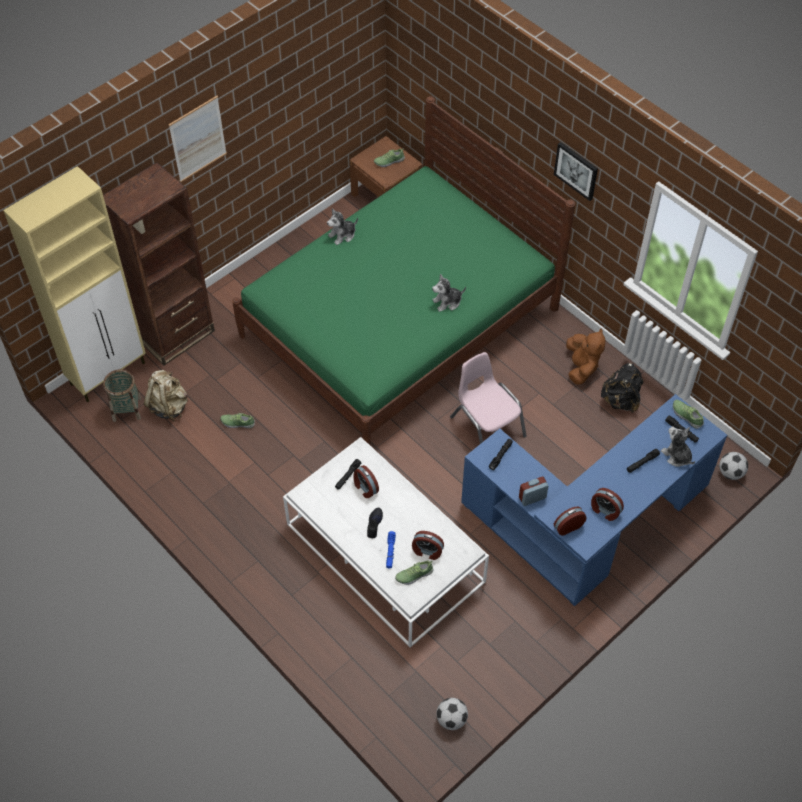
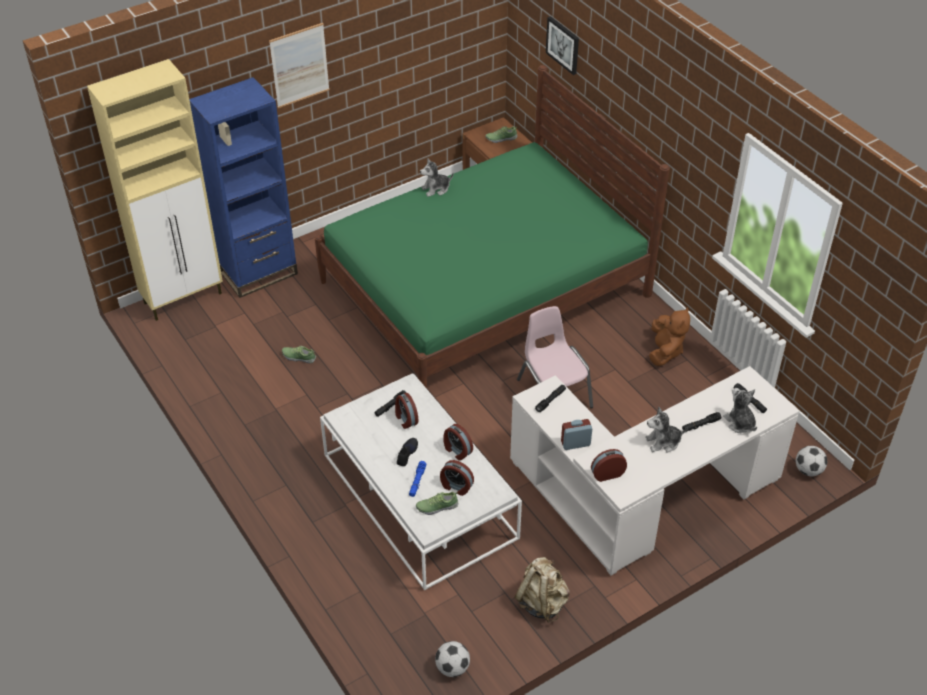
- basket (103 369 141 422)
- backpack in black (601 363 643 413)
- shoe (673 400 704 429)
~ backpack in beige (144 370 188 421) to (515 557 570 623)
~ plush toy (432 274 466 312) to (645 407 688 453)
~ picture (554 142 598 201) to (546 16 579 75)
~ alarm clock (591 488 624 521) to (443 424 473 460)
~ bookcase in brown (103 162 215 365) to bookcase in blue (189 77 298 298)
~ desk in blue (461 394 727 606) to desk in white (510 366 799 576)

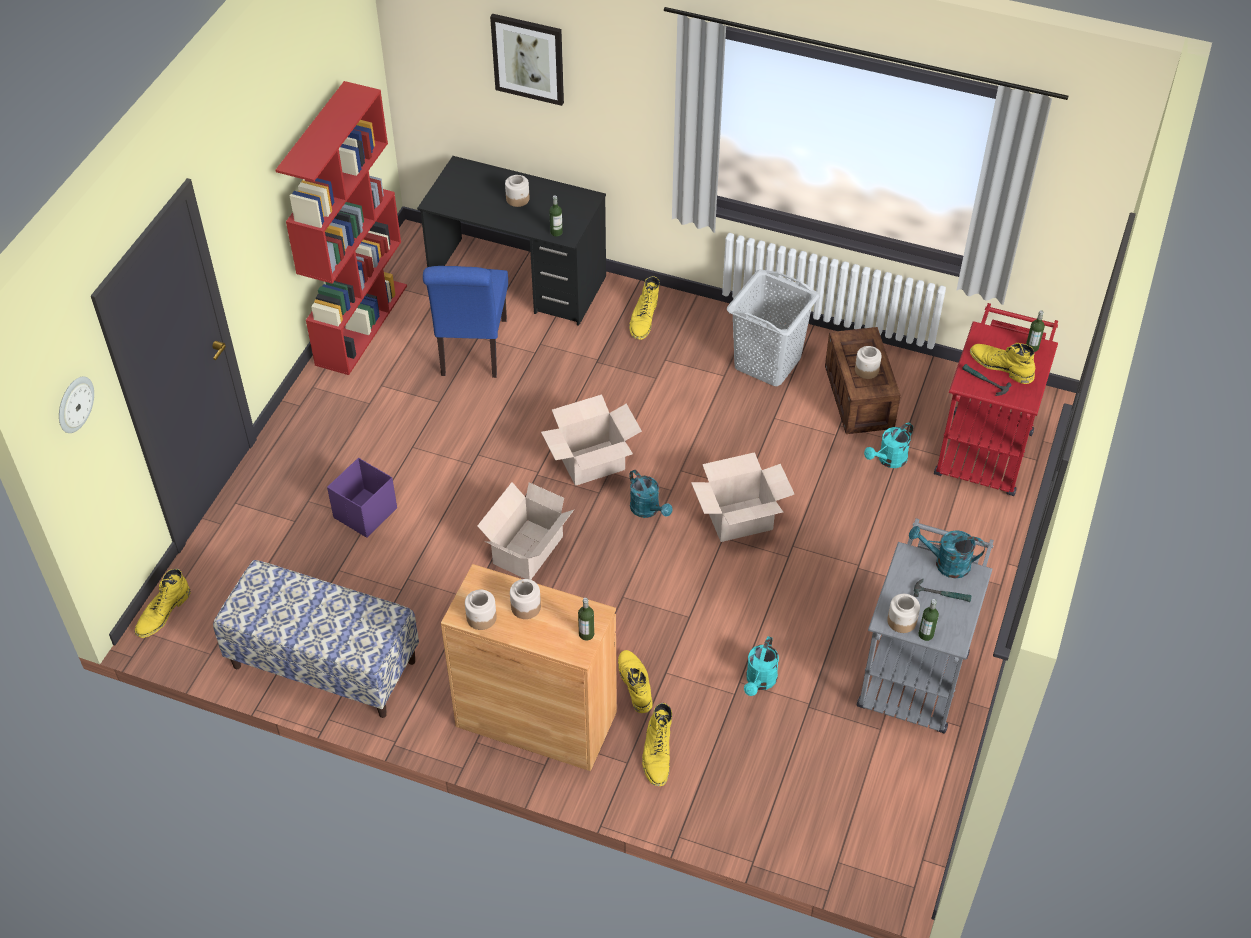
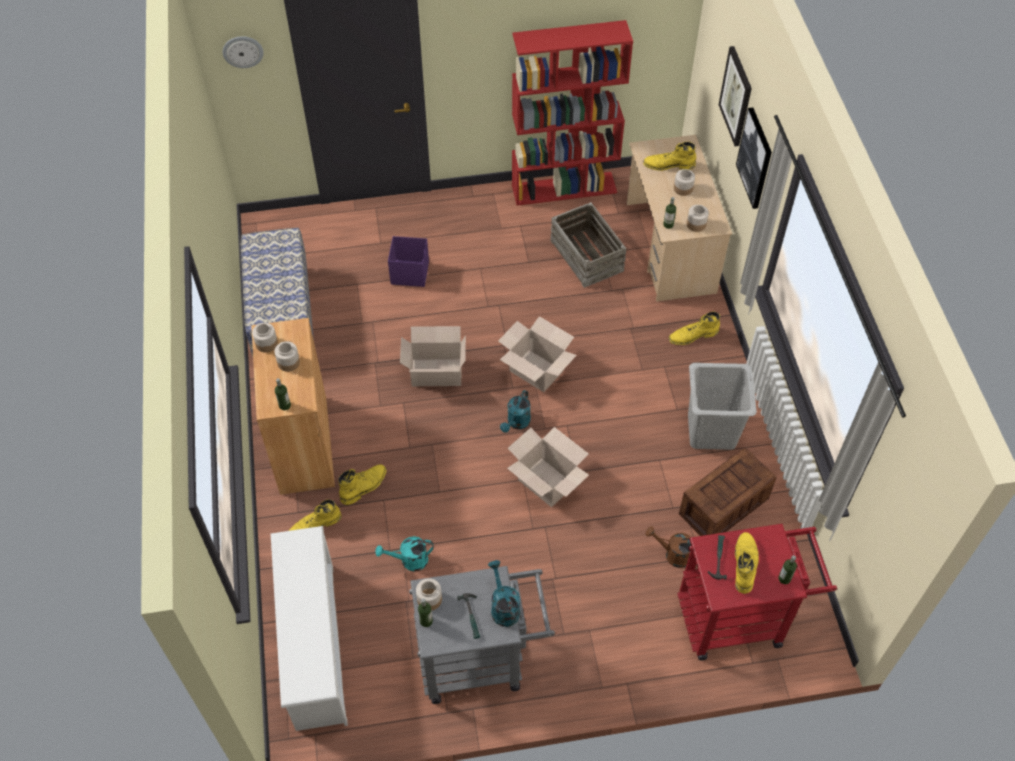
+ shoe rack in white (271 526 348 731)
+ picture (736 107 772 209)
~ boot in yellow (134 569 191 638) to (643 142 696 171)
~ jar (855 346 882 379) to (687 205 709 232)
~ chair in blue (423 266 508 378) to crate (550 202 626 288)
~ desk in black (417 156 606 326) to desk in beige (627 135 732 302)
~ watering can in turquoise (864 423 913 468) to watering can in brown (646 526 691 568)

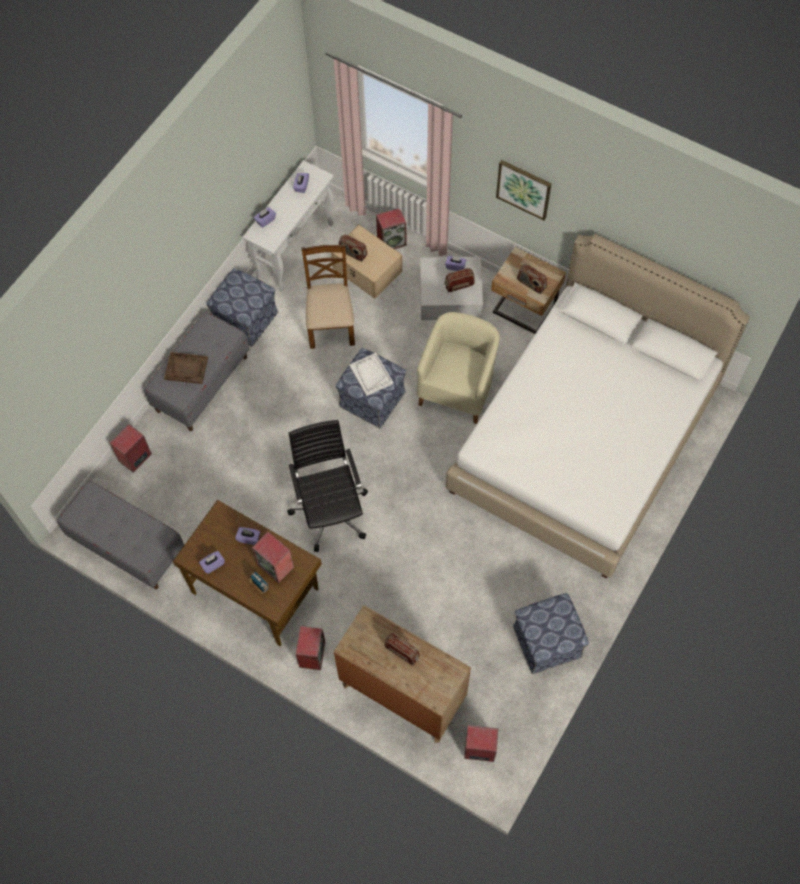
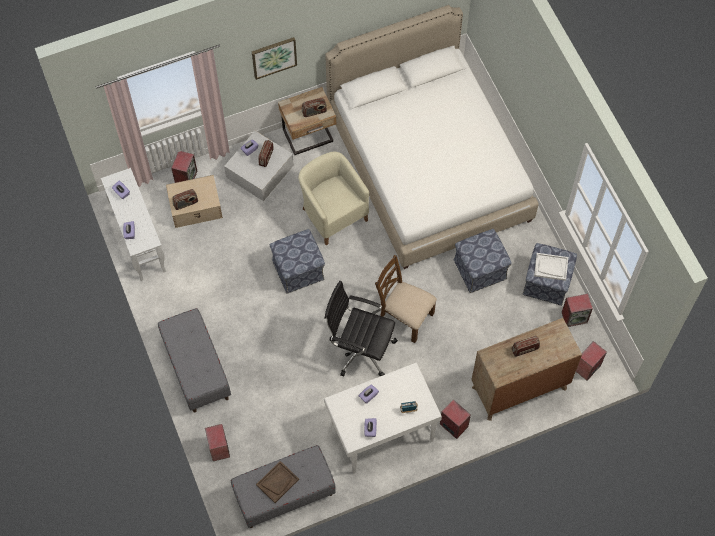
~ tray in brown (164 352 208 384) to (256 461 299 503)
~ ottoman (206 268 278 347) to (454 229 512 293)
~ speaker (252 532 294 583) to (562 294 593 327)
~ chair in brown (302 244 355 349) to (375 255 437 343)
~ tray in white (349 353 393 396) to (534 253 568 281)
~ desk in brown (173 500 322 646) to desk in white (324 363 442 473)

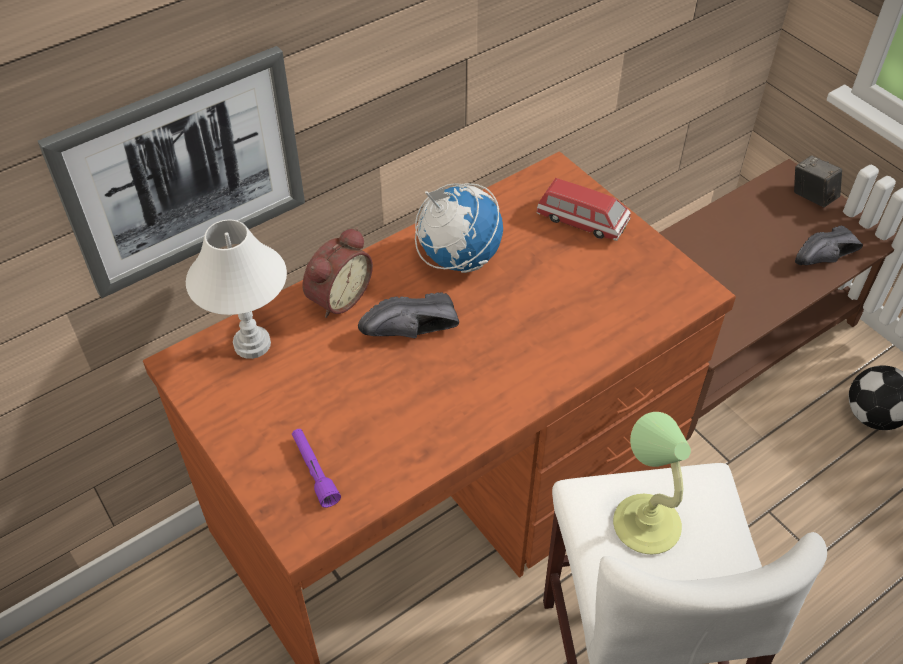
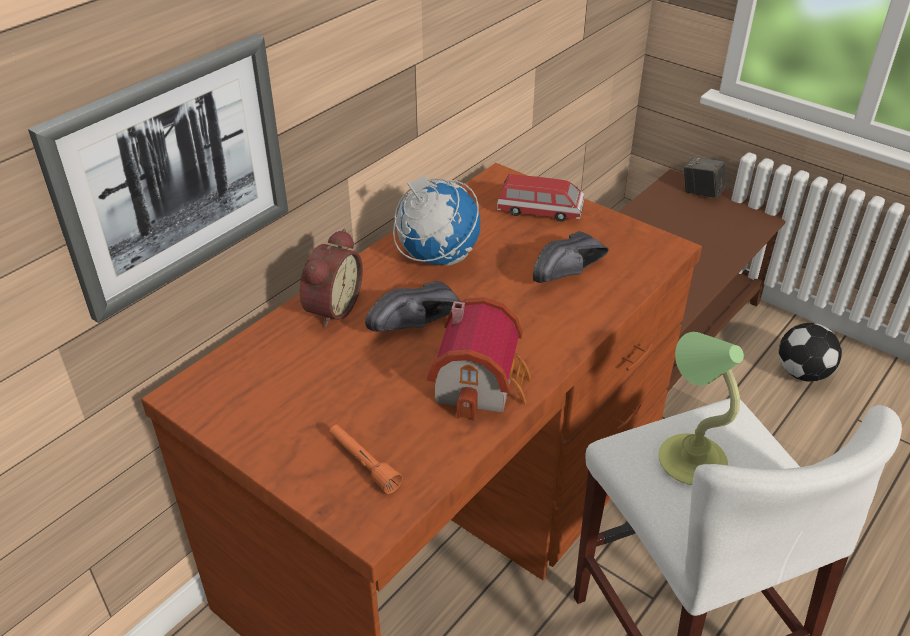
- table lamp in white (186 220 287 359)
+ toy house (427 297 532 421)
~ shoe in black (795 225 863 265) to (533 231 608 283)
~ flashlight in purple (292 429 341 508) to flashlight in orange (329 425 403 494)

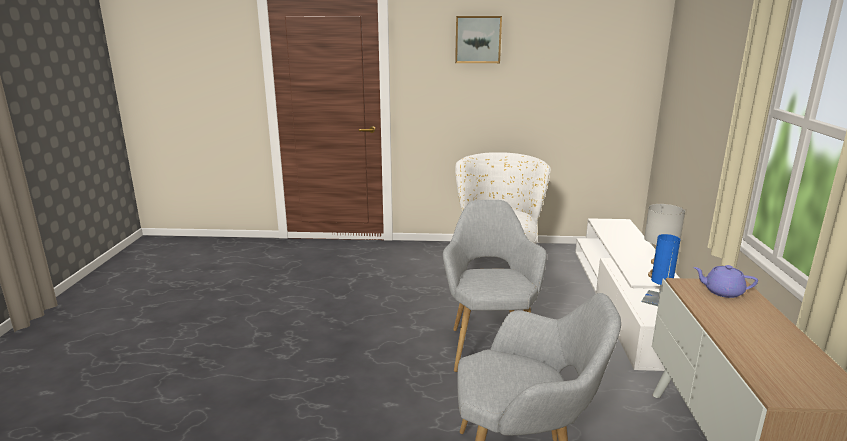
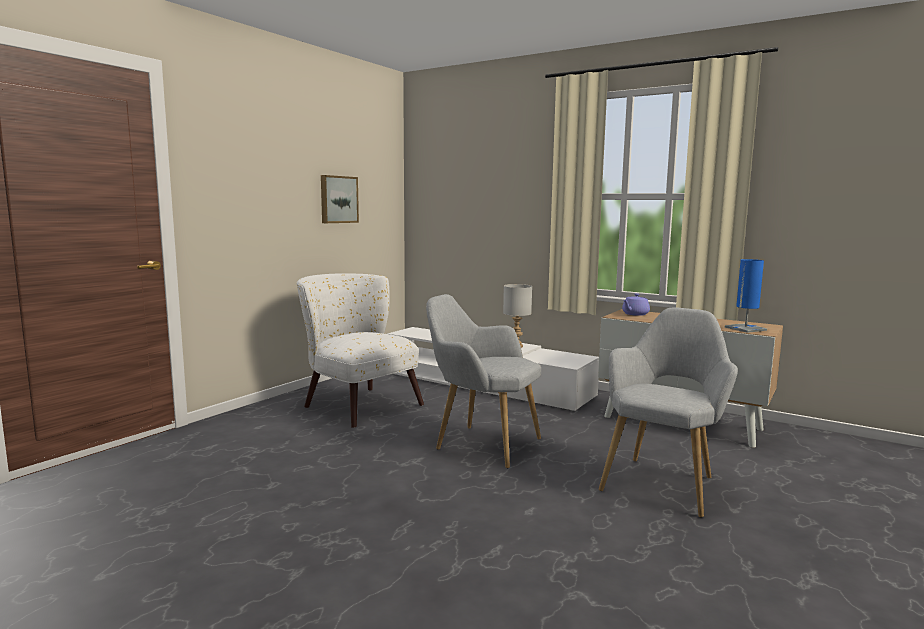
~ picture (455 16 502 63) to (321 175 359 223)
~ table lamp in blue (642 234 680 306) to (725 259 767 333)

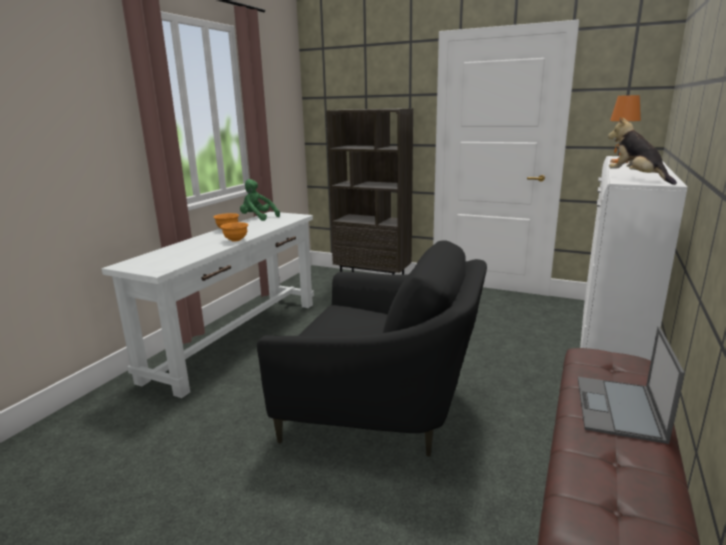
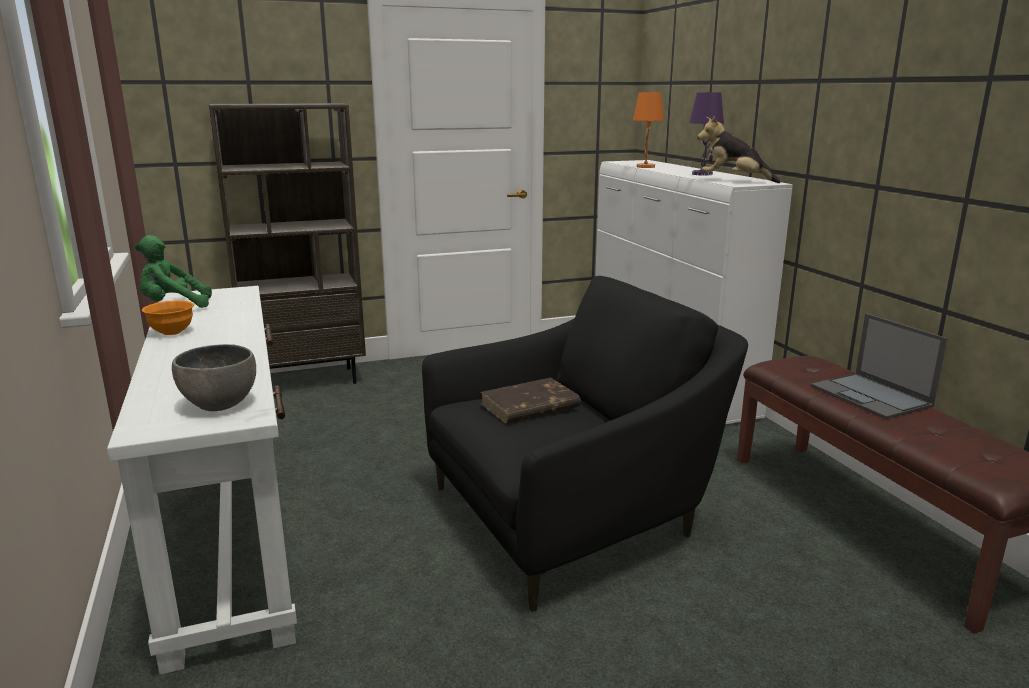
- bowl in orange (220 222 248 241)
+ bowl in grey (172 344 256 411)
+ book in brown (481 378 581 423)
+ table lamp in purple (690 92 724 176)

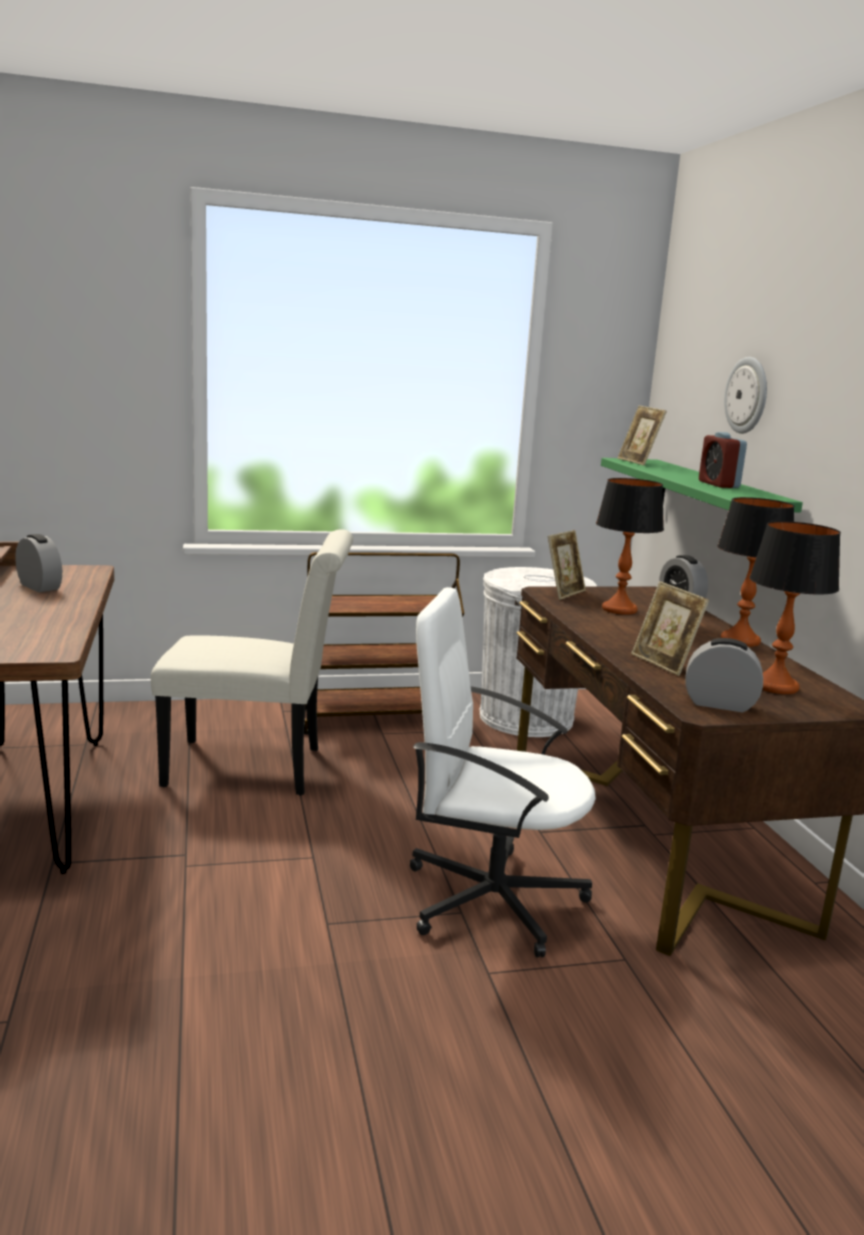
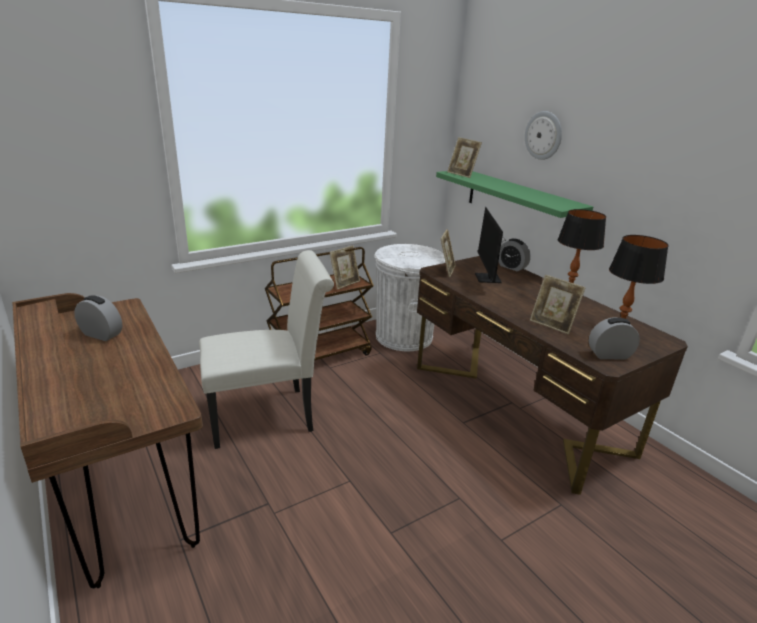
- office chair in white (410 587 596 958)
- alarm clock (699 432 747 488)
+ picture frame (330 246 360 290)
~ table lamp (596 478 664 615) to monitor (475 207 506 283)

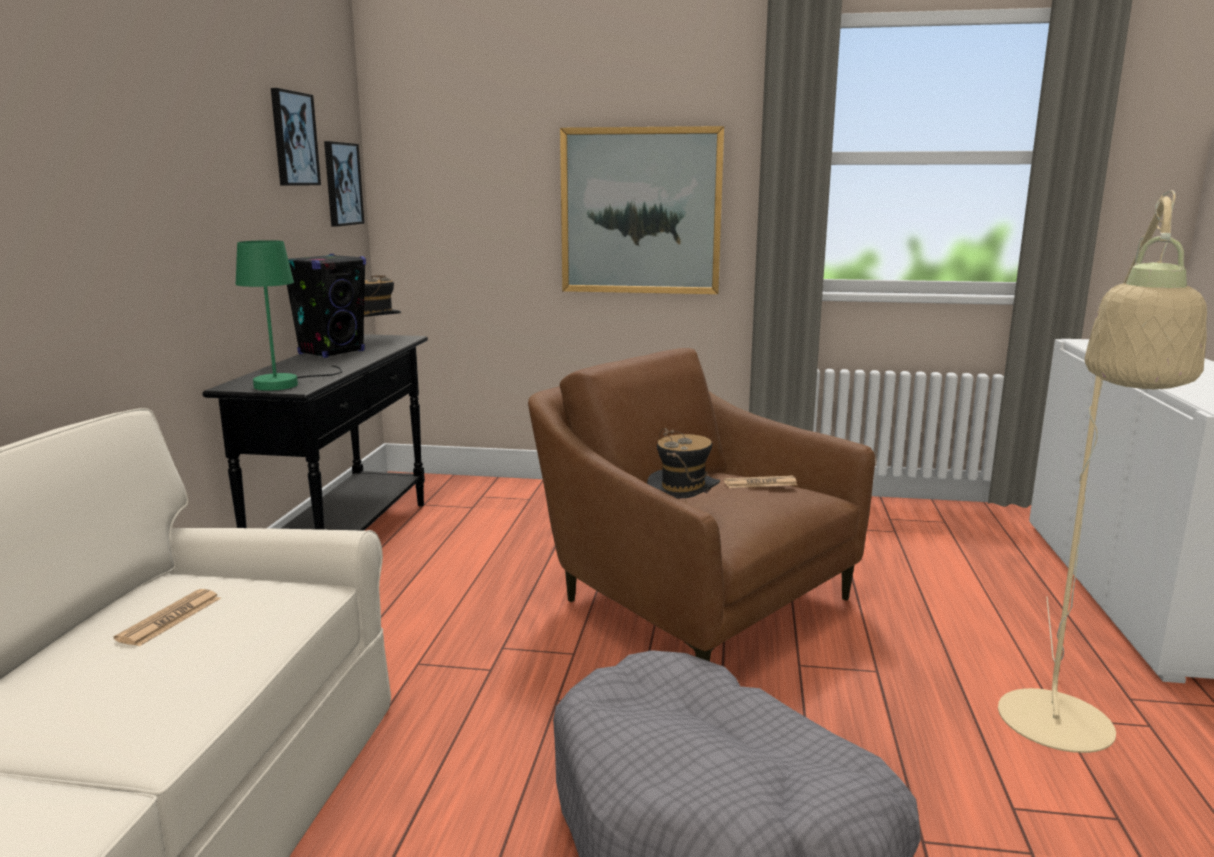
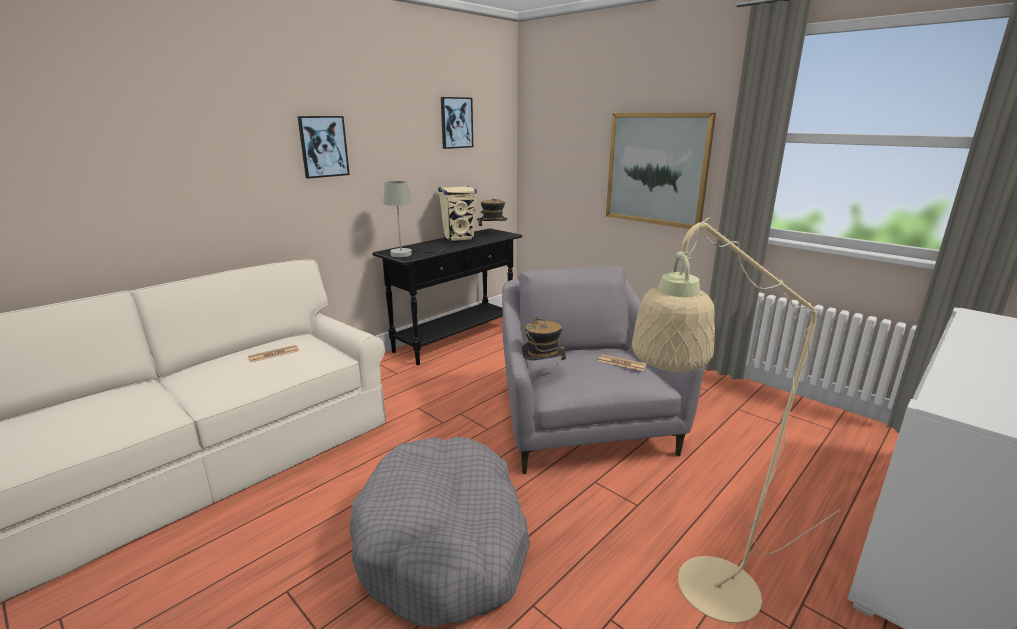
~ picture (324 141 364 227) to (297 116 350 179)
~ table lamp in green (236 240 342 391) to table lamp in grey (383 181 444 257)
~ speaker in black (287 254 366 358) to speaker in beige (438 186 477 242)
~ armchair in brown (528 348 875 661) to armchair in grey (502 266 705 474)

